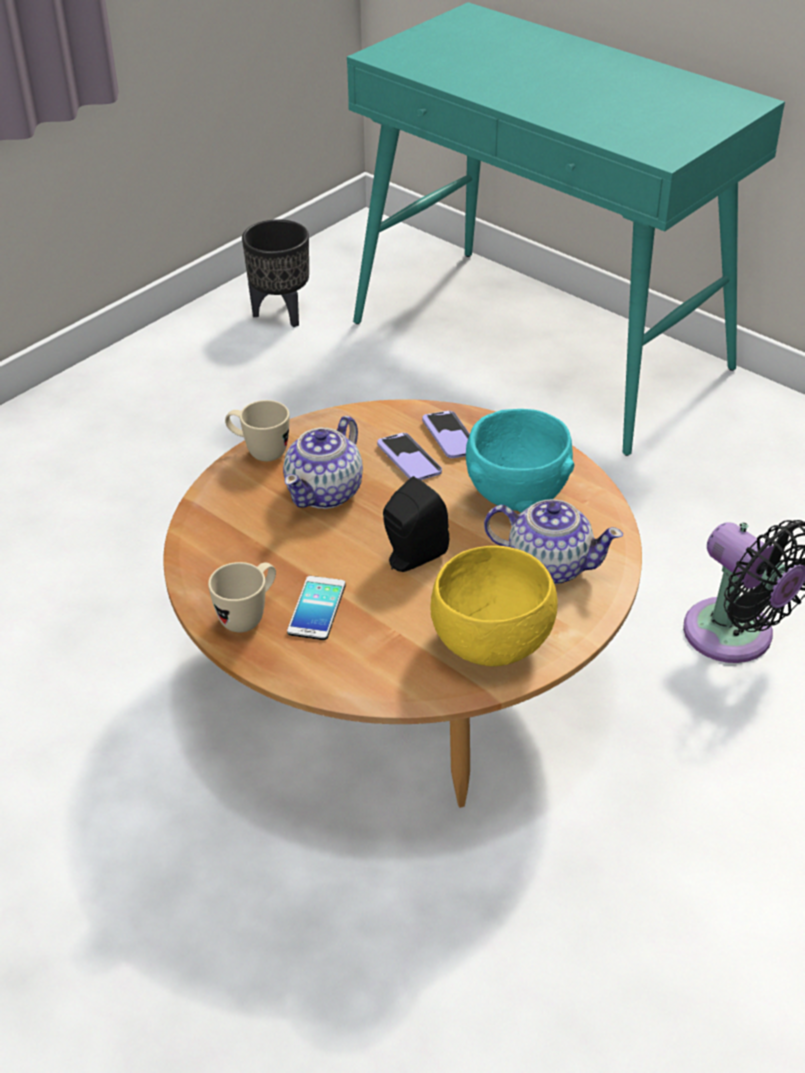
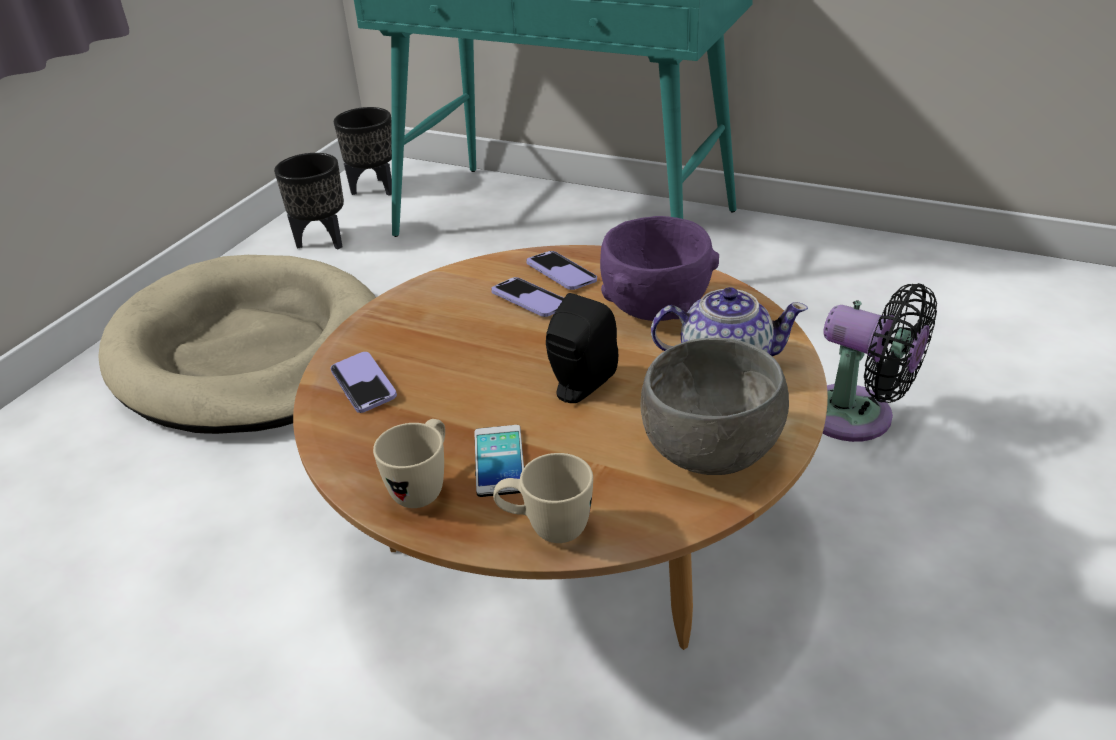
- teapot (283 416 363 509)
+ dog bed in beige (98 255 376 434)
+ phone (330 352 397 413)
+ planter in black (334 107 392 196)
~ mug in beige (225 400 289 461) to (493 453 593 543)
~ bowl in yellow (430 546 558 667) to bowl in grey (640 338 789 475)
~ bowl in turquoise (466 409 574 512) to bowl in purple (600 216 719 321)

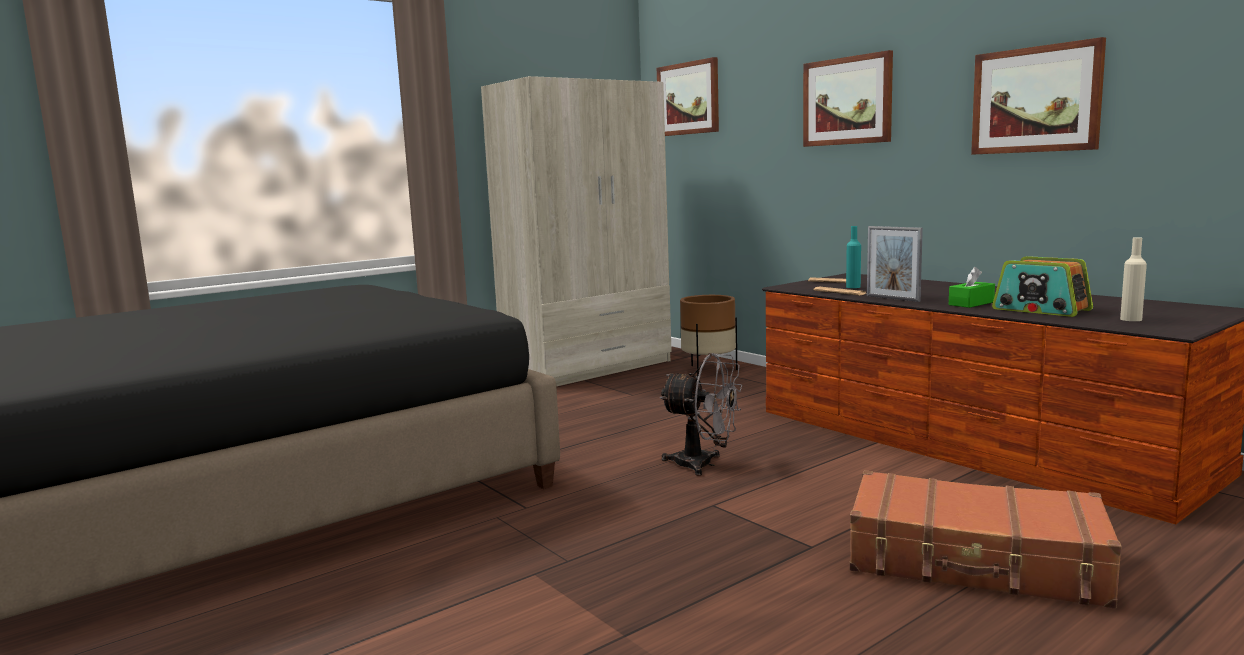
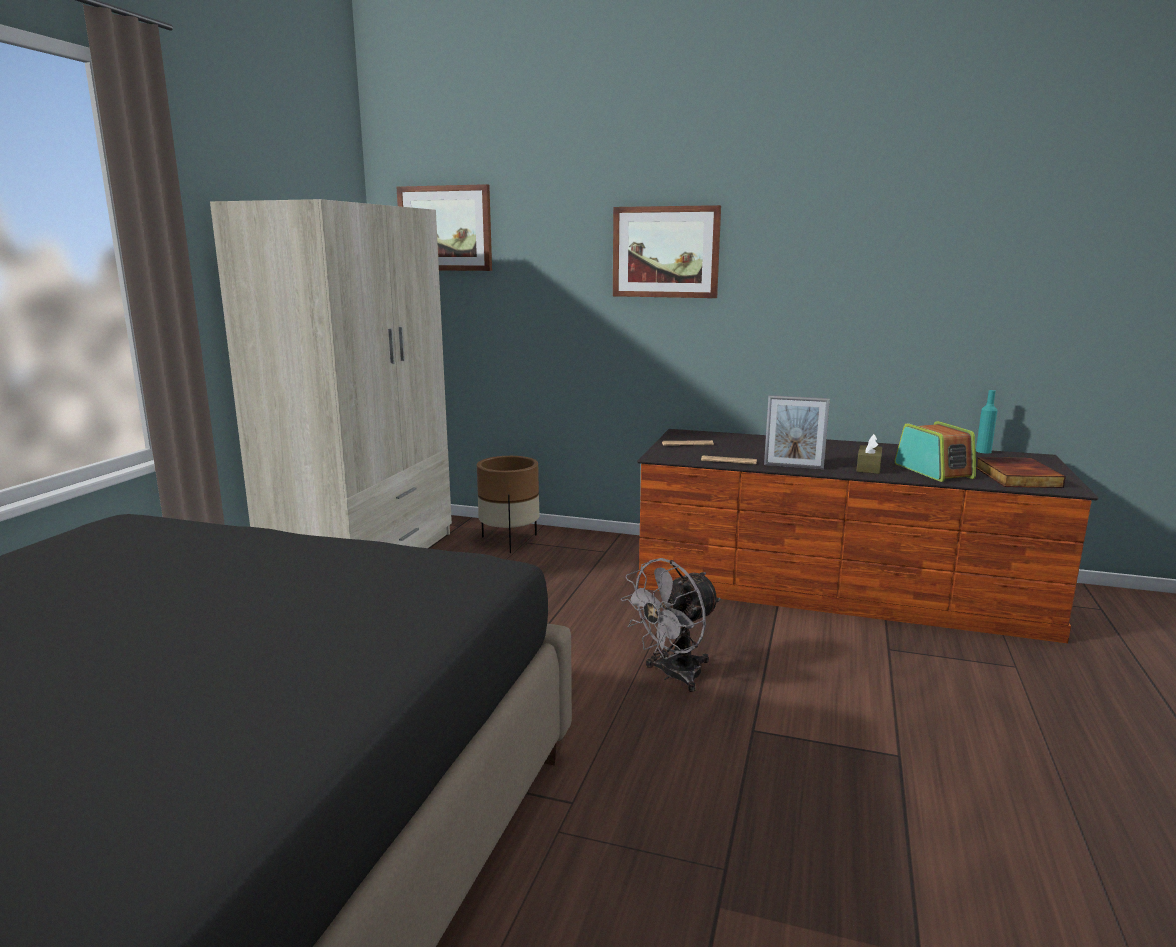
- suitcase in brown (849 470 1122 609)
- picture (971 37 1106 155)
~ bottle in turquoise (846 226 861 288) to (976 390 998 453)
~ bottle in beige (1120 237 1147 321) to book (976 457 1066 488)
~ tissue box in green (949 267 995 308) to tissue box in brown (857 434 882 474)
~ fan in grey (660 353 742 476) = (621 558 721 692) 150 degrees clockwise
~ radio (992 256 1093 317) = (895 421 976 482) 120 degrees counterclockwise

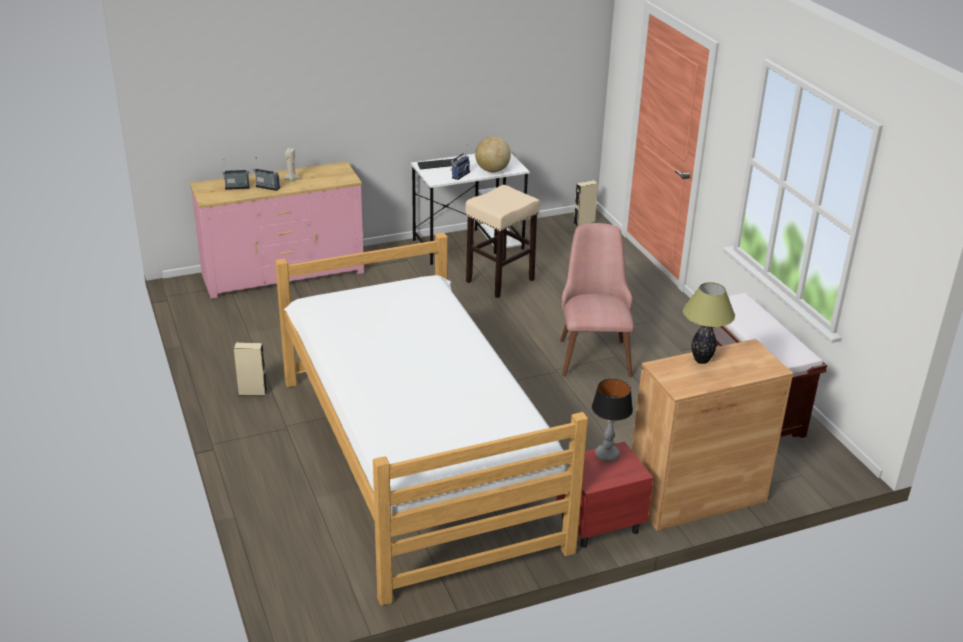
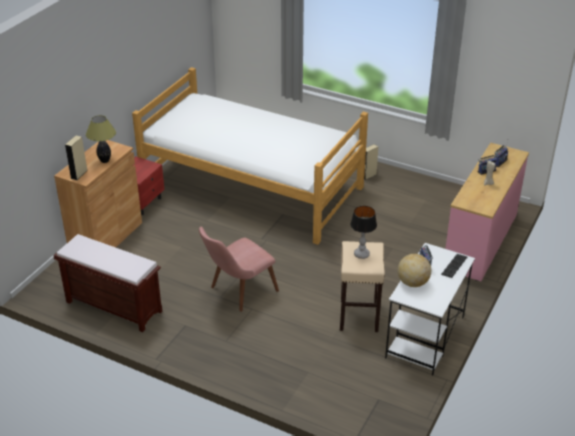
~ speaker in beige (574 180 598 226) to (65 135 88 180)
~ table lamp (592 379 633 462) to (350 206 377 259)
~ chair in pink (560 223 634 378) = (199 227 279 312) 90 degrees clockwise

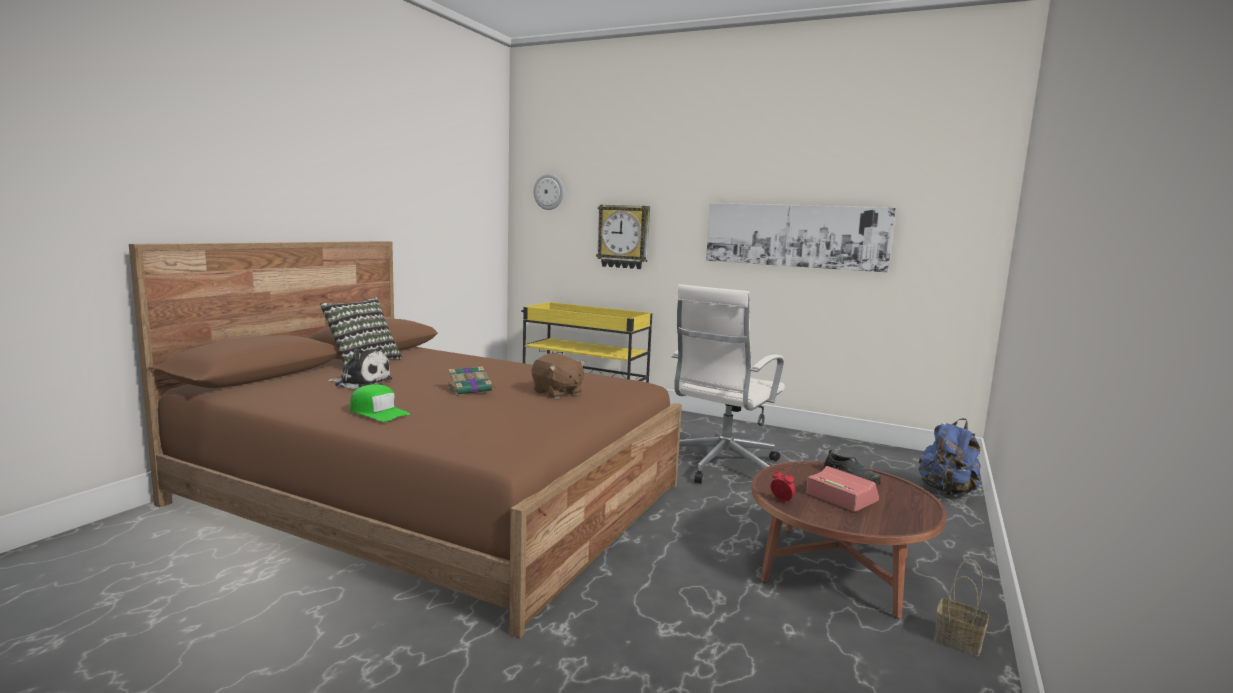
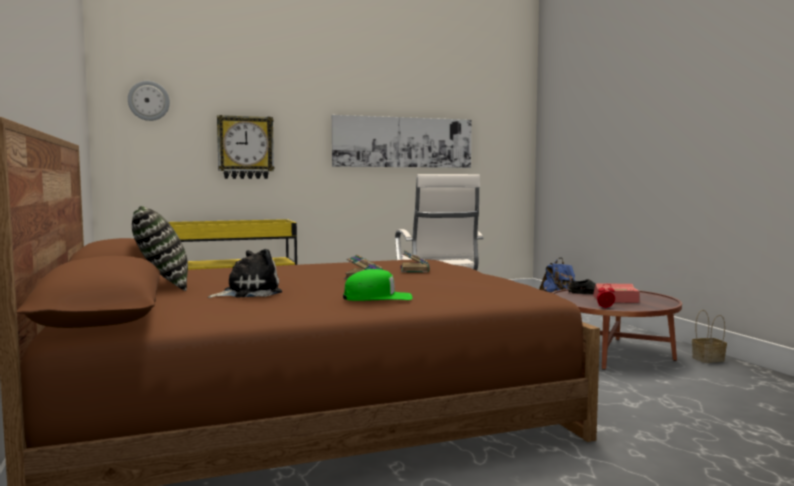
~ plush toy in brown (532 353 586 399) to book (400 250 430 273)

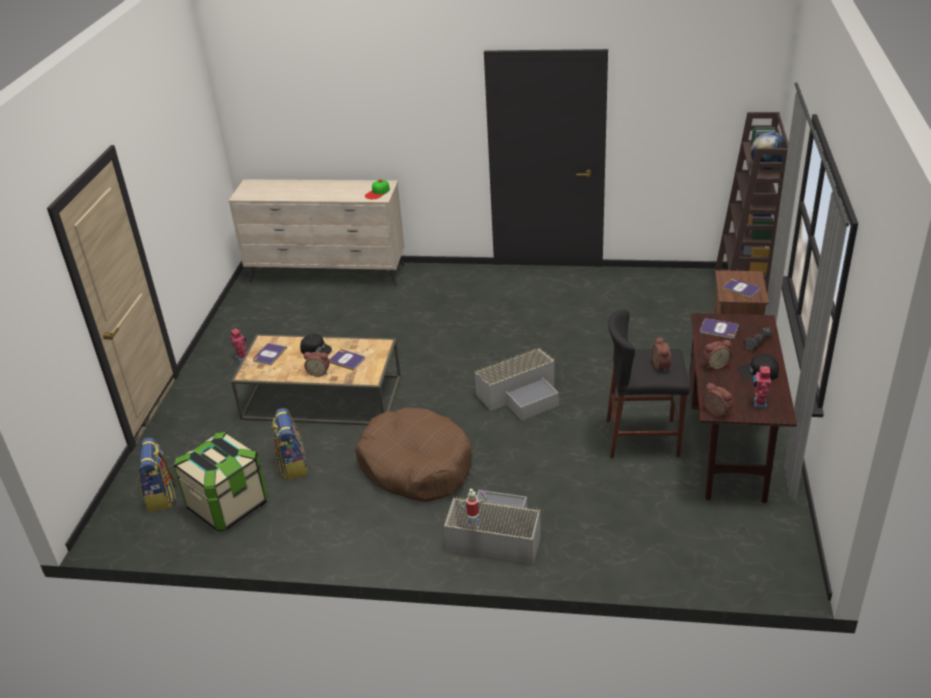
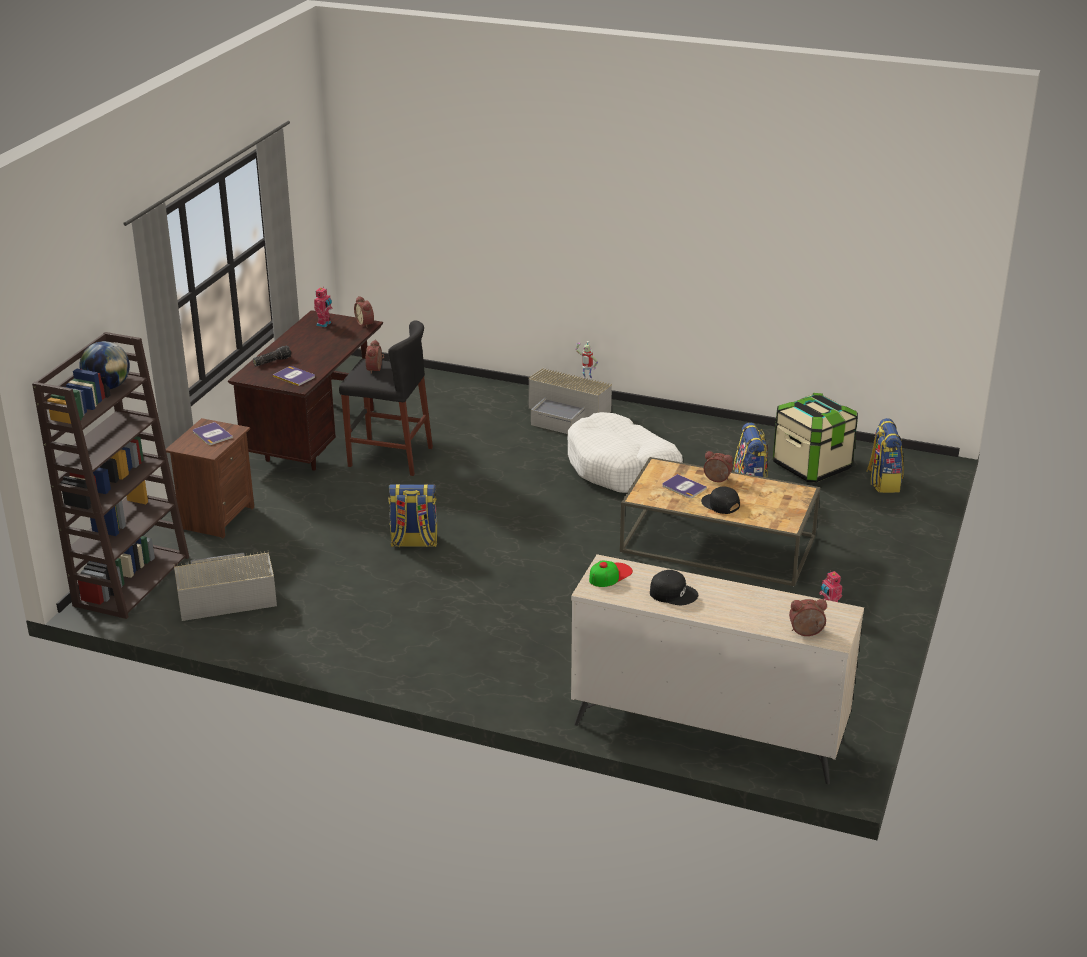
- book (253 343 287 365)
+ backpack (388 484 437 547)
~ storage box in grey (474 347 559 421) to (174 551 277 621)
~ alarm clock (703 340 732 369) to (789 599 827 636)
~ cap in black (739 354 779 380) to (650 570 698 605)
~ dog bed in brown (355 407 472 502) to dog bed in white (567 412 683 493)

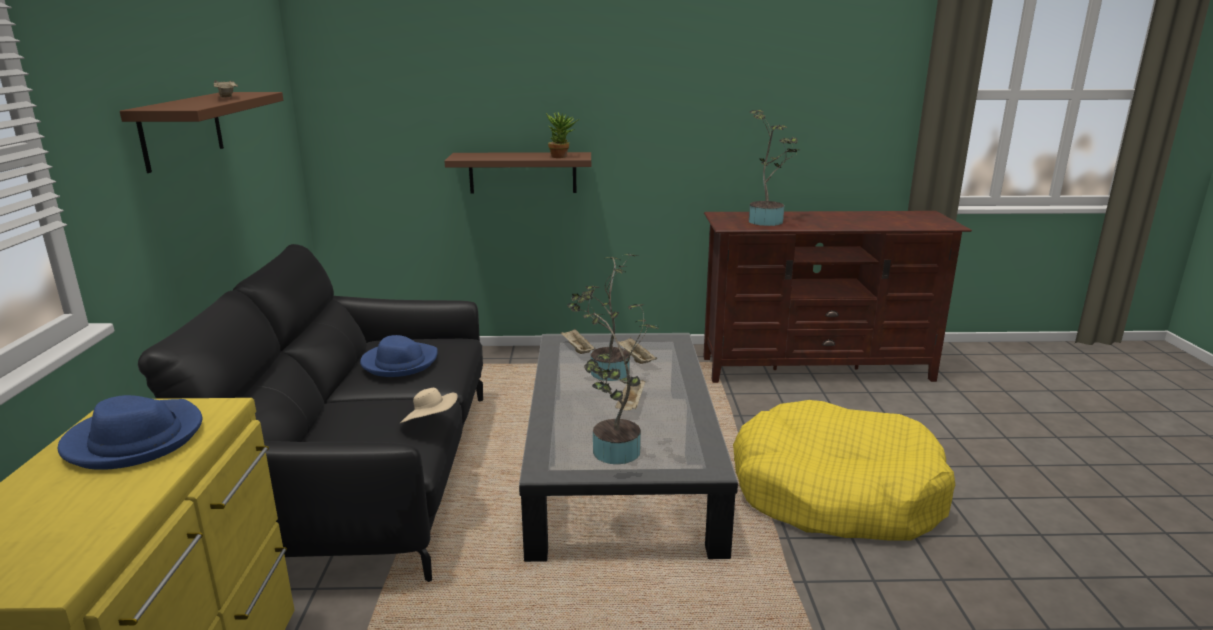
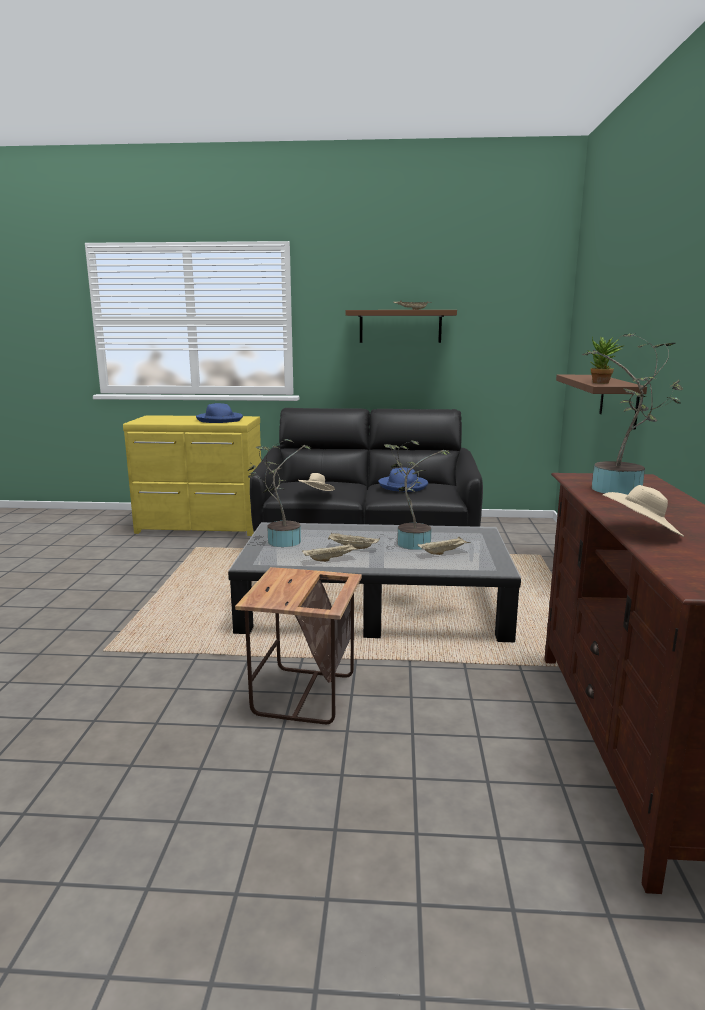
+ hat in beige (603 485 684 537)
~ tray in beige (561 329 596 354) to (302 543 358 562)
~ dog bed in yellow (733 400 955 540) to side table (235 567 362 724)

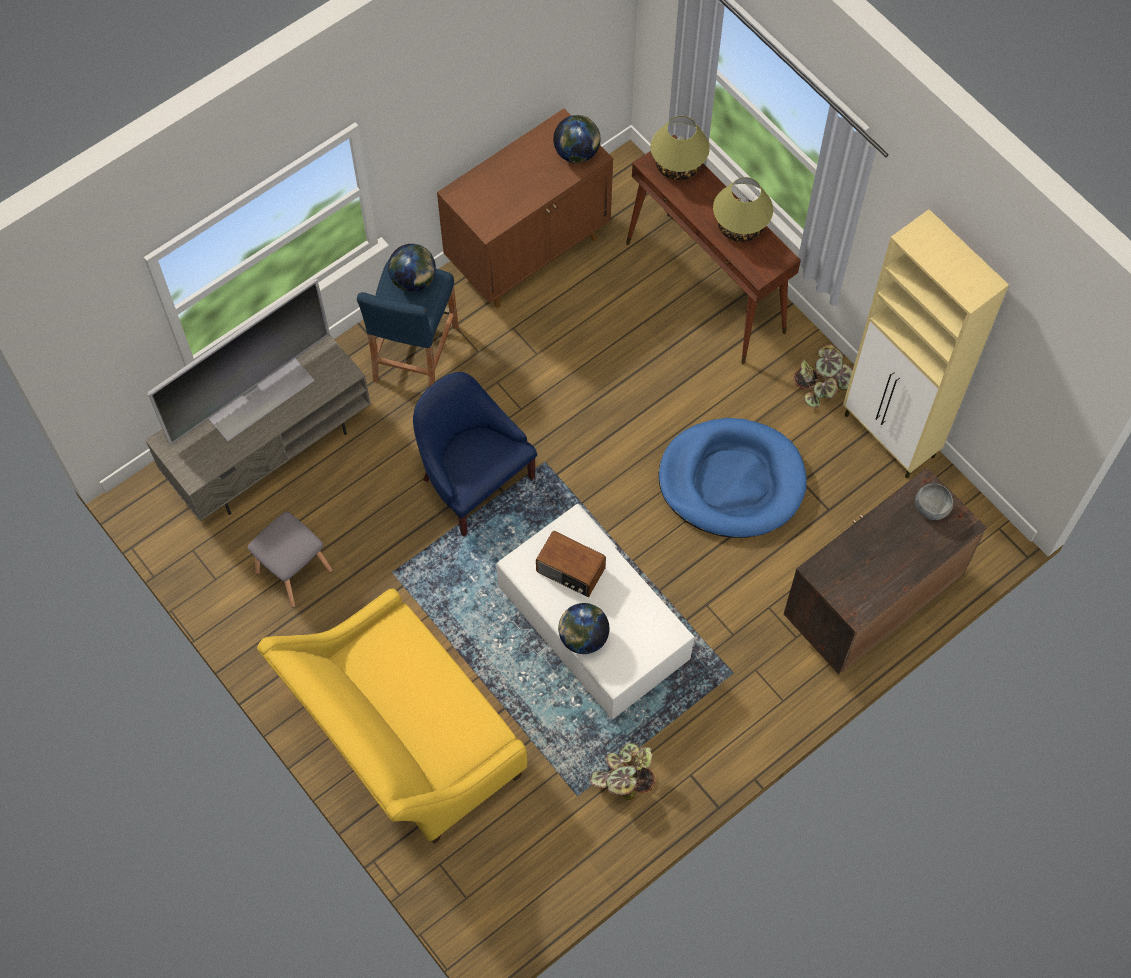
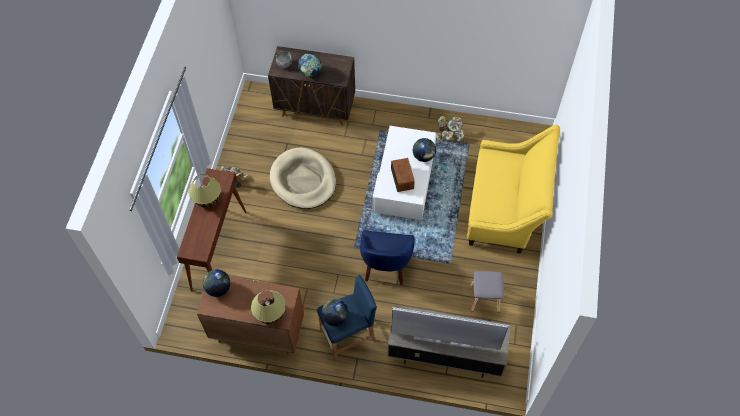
- cabinet in beige (843 209 1009 479)
+ globe (298 54 322 77)
~ table lamp (650 116 710 181) to (251 290 286 324)
~ dog bed in blue (659 418 806 538) to dog bed in beige (270 147 336 209)

